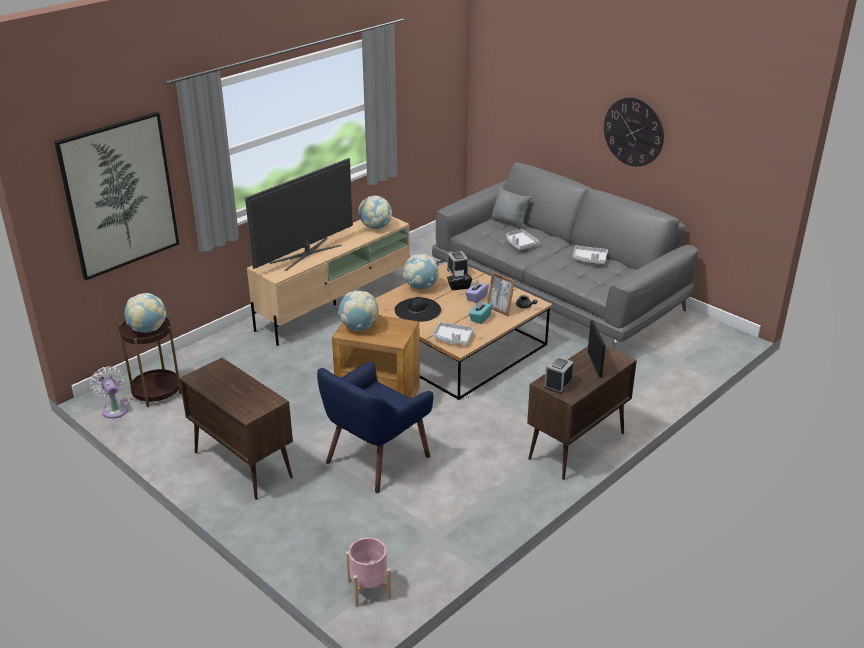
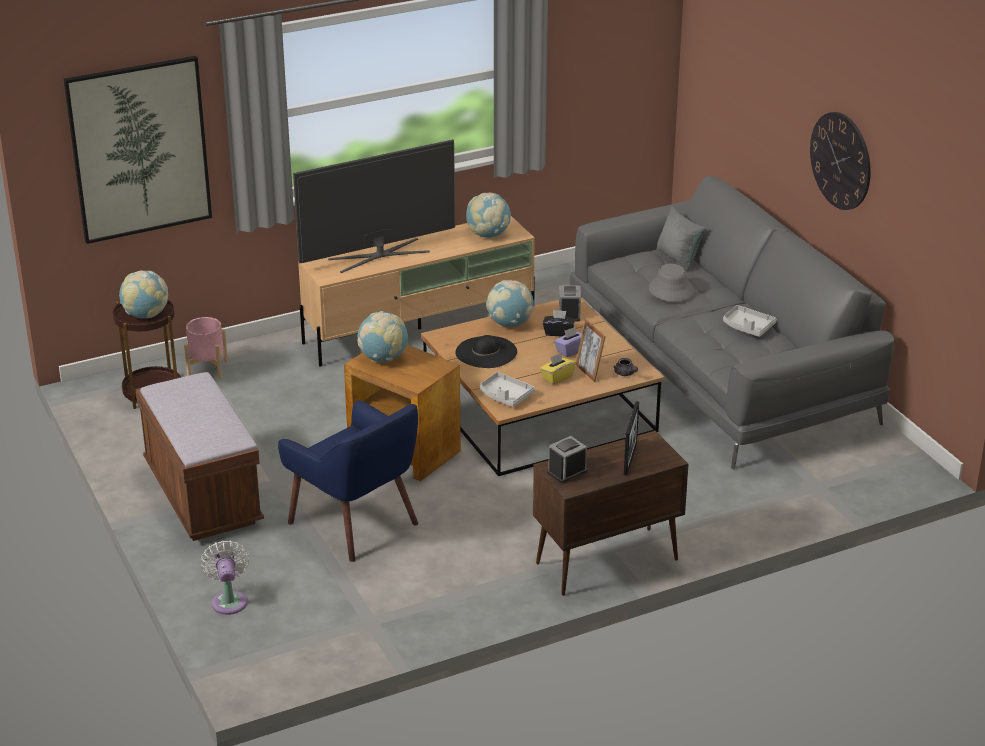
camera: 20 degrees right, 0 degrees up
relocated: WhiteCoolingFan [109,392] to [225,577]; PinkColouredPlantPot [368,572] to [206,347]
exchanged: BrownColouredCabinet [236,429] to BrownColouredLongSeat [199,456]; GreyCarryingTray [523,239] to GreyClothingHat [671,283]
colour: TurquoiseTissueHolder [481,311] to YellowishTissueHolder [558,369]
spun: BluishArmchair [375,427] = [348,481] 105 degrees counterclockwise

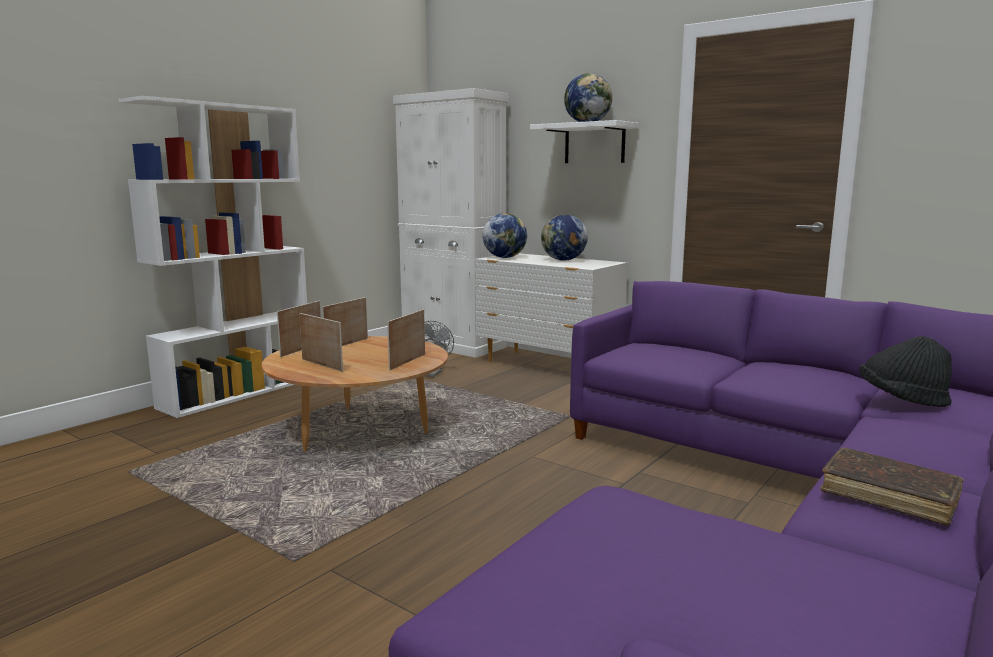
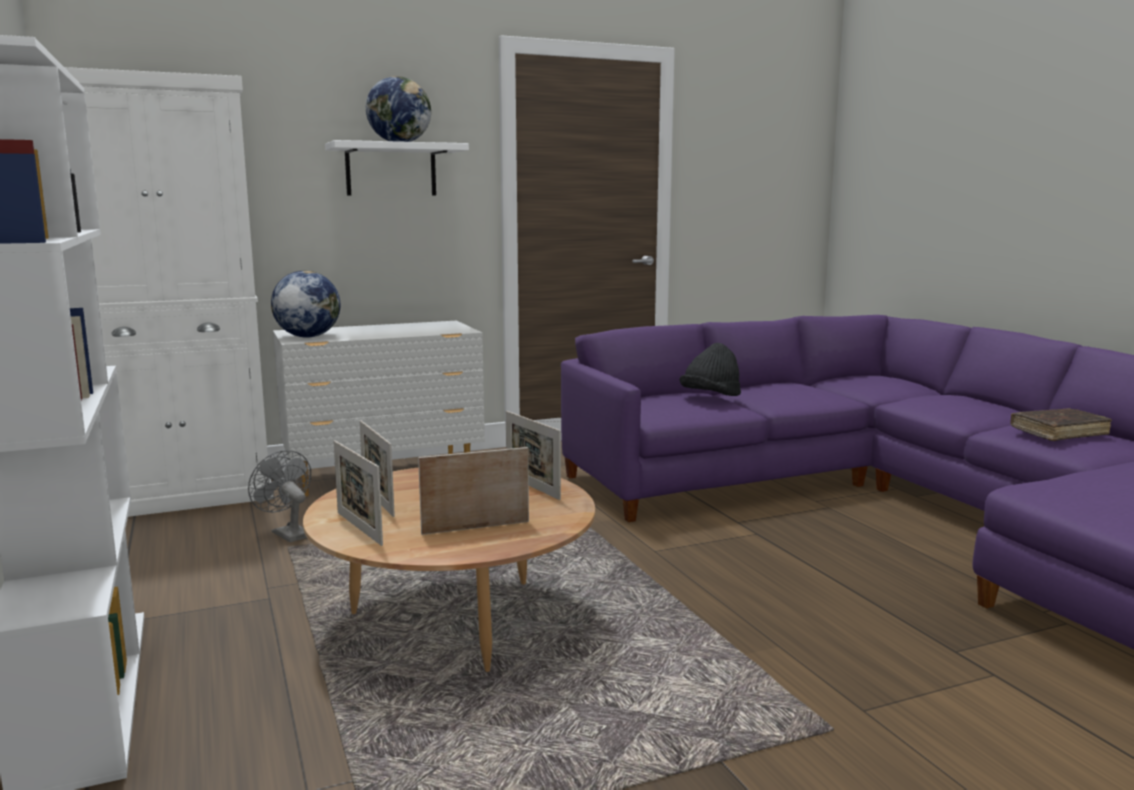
camera: 60 degrees left, 0 degrees up
missing: DeskGlobe [564,237]
relocated: BlackColouredClothingHat [905,371] to [710,369]

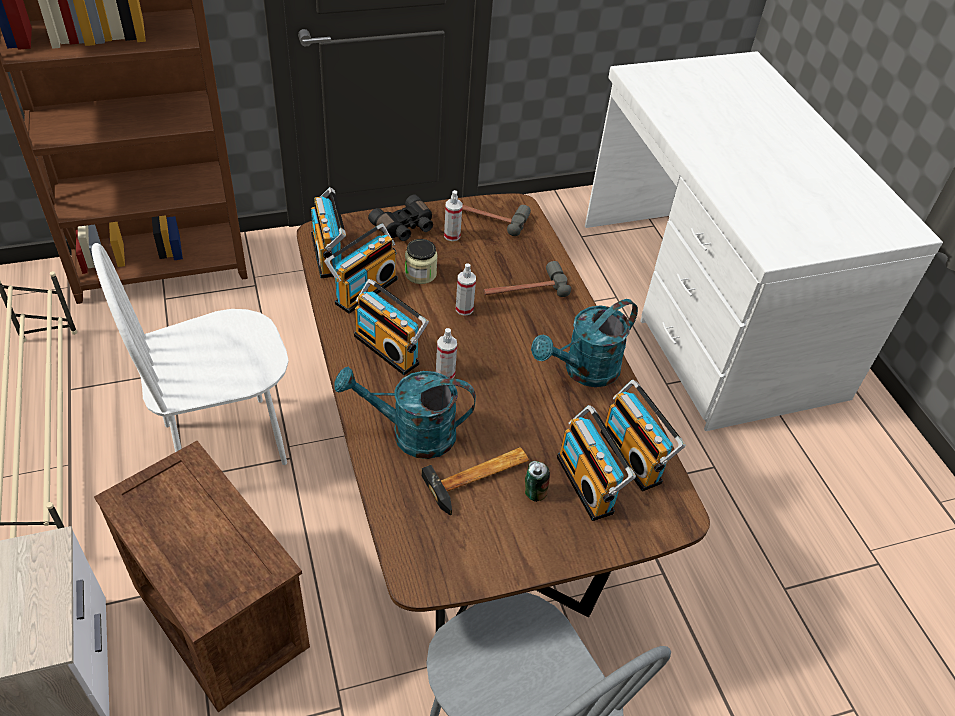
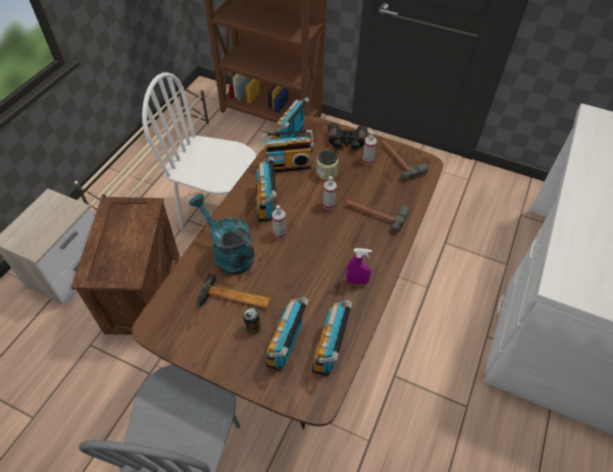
camera: 45 degrees right, 5 degrees up
exchanged: TurquoiseSprinklingCan [584,343] to PurpleHandSprayer [359,266]

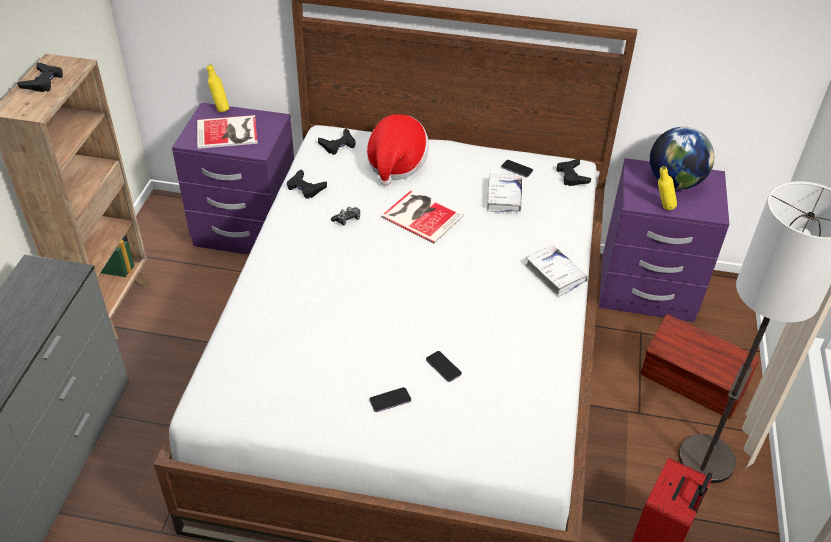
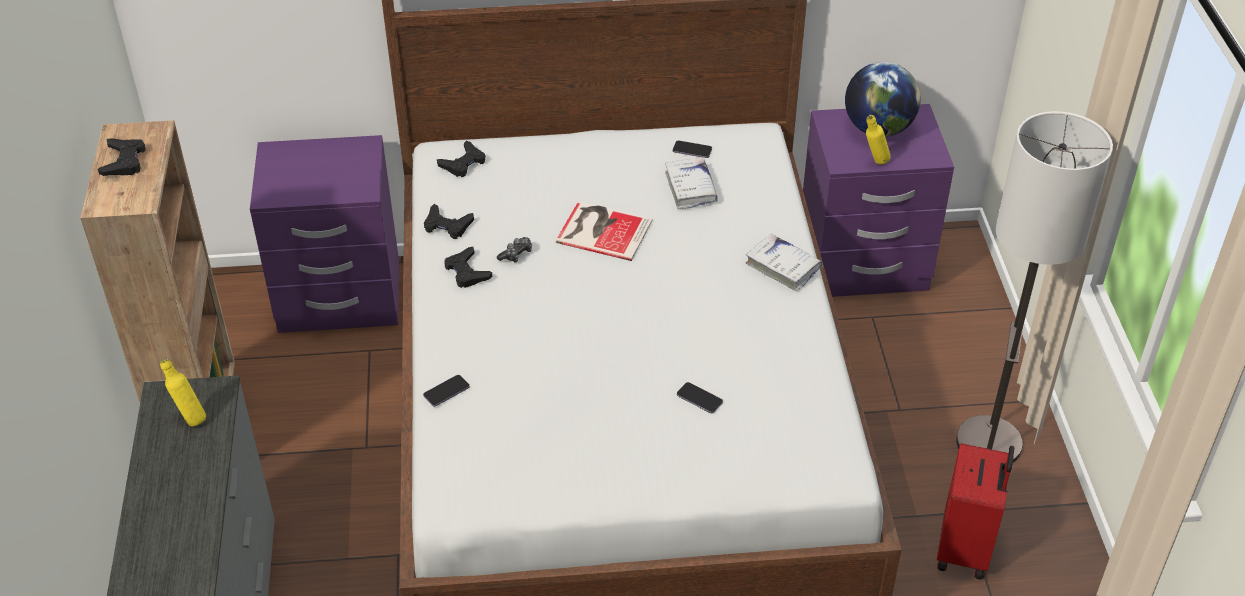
camera: 15 degrees left, 0 degrees up
missing: Volume [227,132]; ClothingHat [398,150]; BrownColouredStorageBox [700,366]
relocated: YellowishDrinkBottle [218,88] to [183,392]; Handset [390,399] to [446,391]; BlackColouredGamepad [574,172] to [468,267]

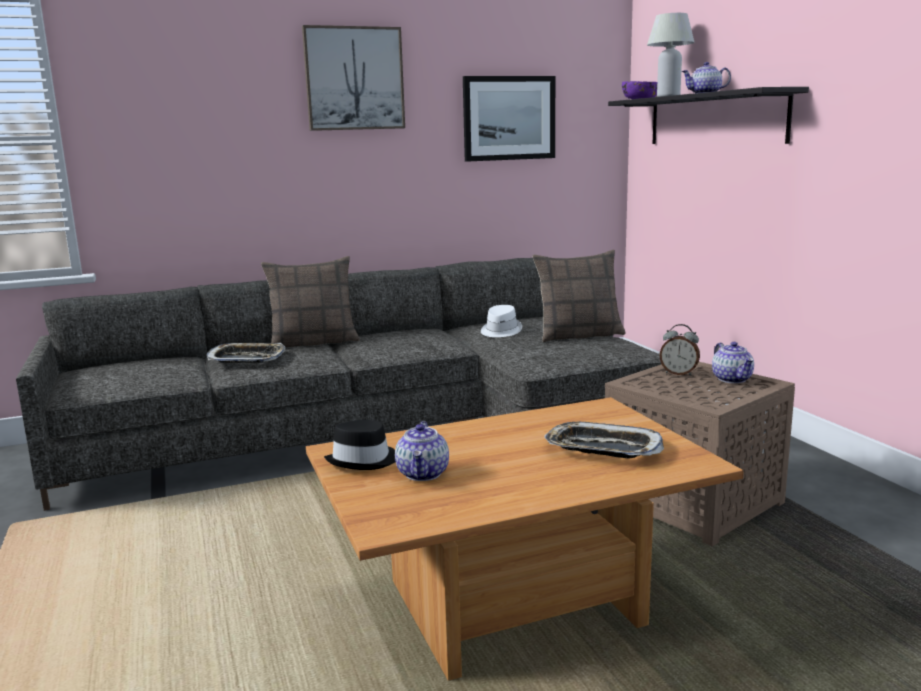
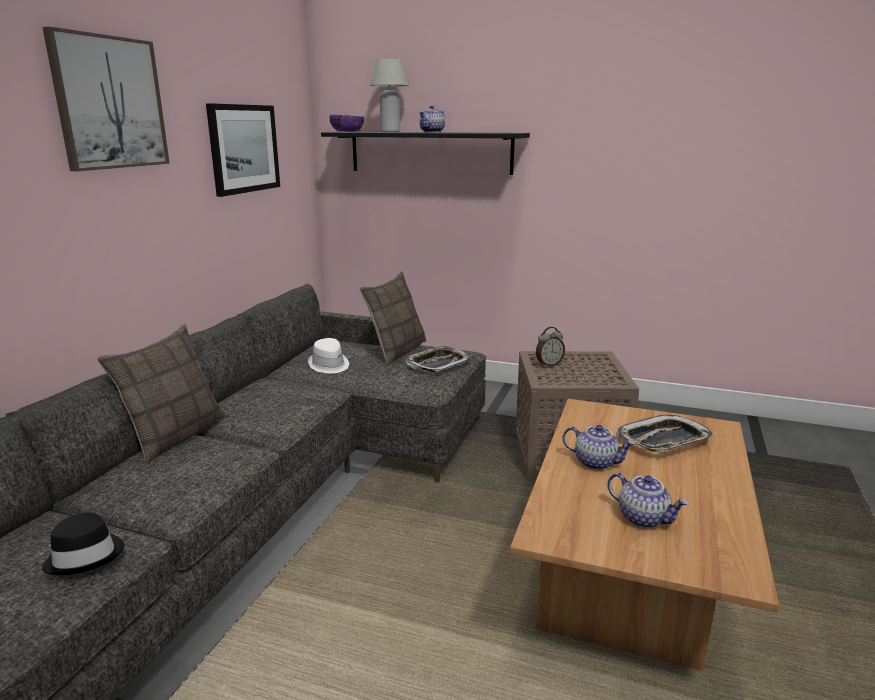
camera: 50 degrees left, 5 degrees up
relocated: CarryingTray [246,353] to [438,358]; BlackColouredClothingHat [360,445] to [83,544]; TeaPot [733,362] to [599,447]

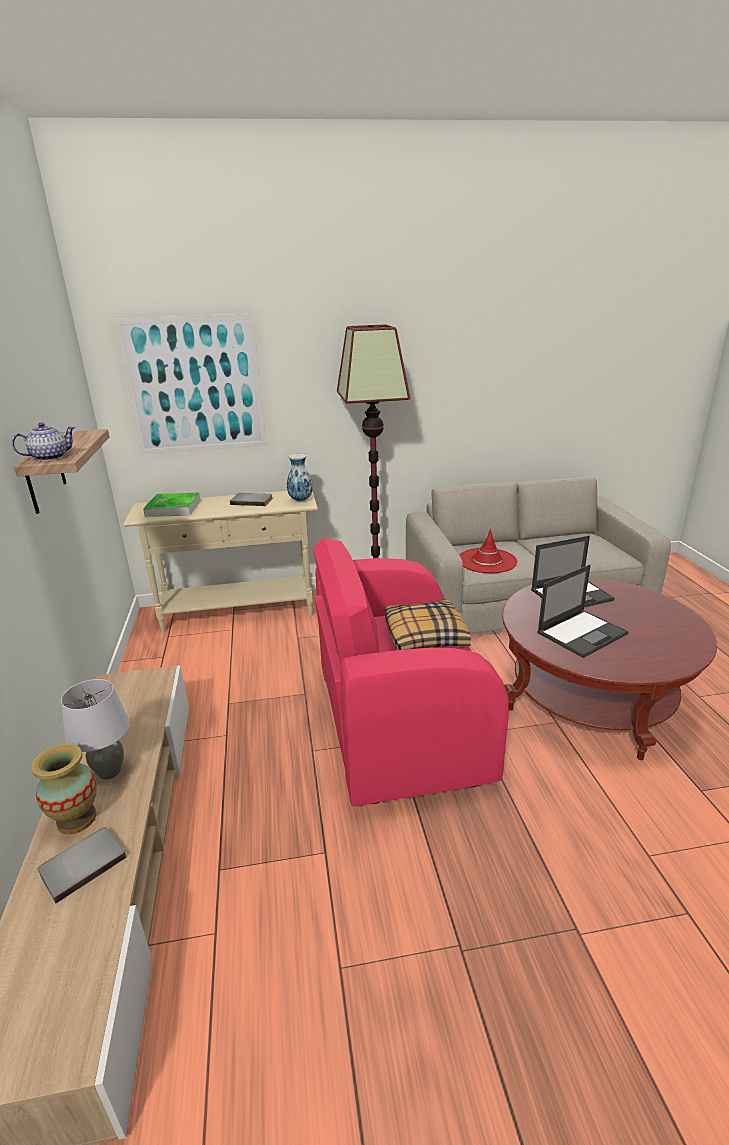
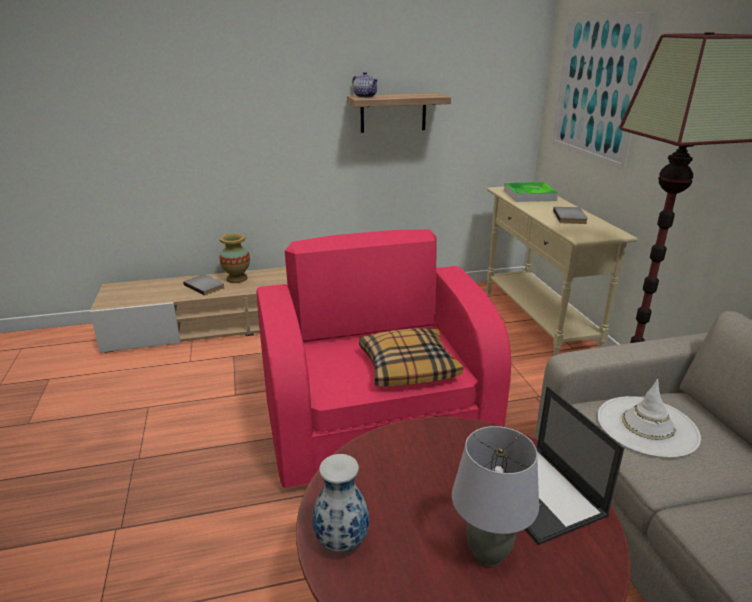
camera: 85 degrees right, 0 degrees up
missing: NotebookComputer [582,611]
relocated: GreyLampForATable [95,729] to [495,496]; Vase [300,477] to [341,503]
colour: RedColouredClothingHat [488,551] to WhiteClothingHat [649,418]

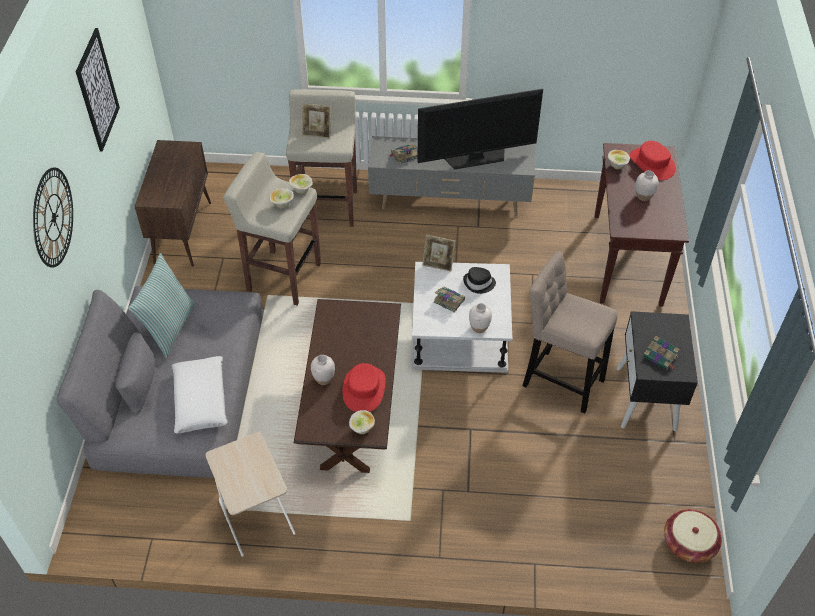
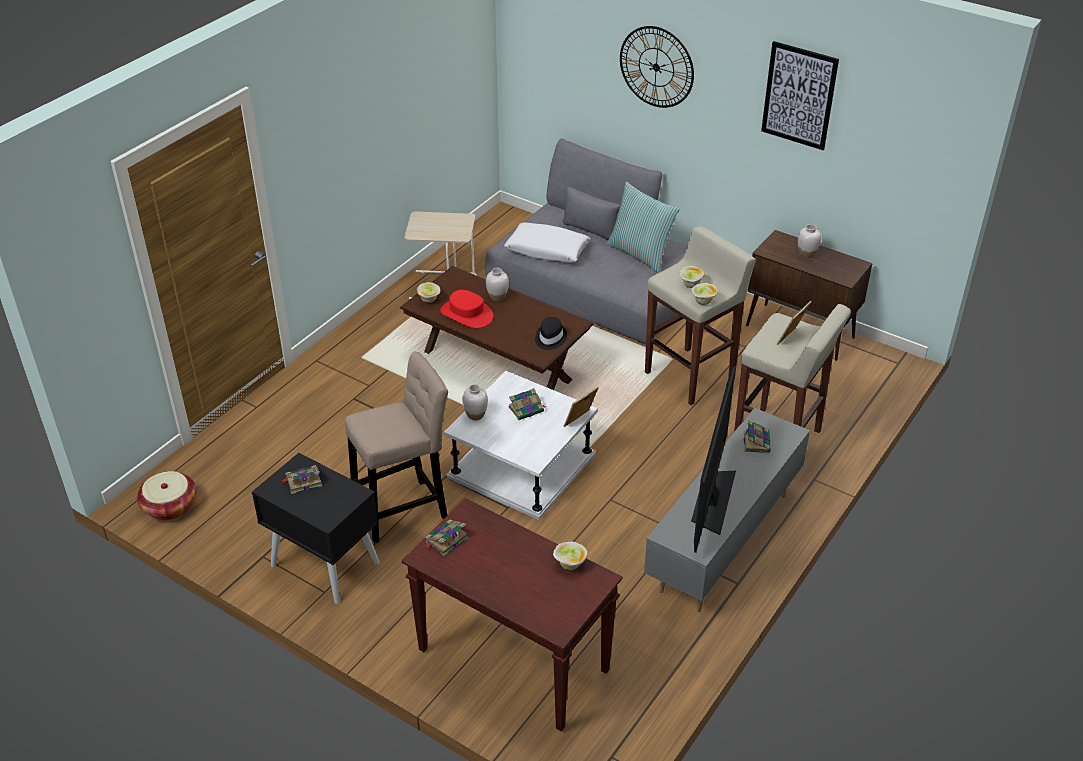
camera: 120 degrees right, 10 degrees down
missing: RedColouredClothingHat [653,160]
appeared: Volume [446,538]
relocated: BlackColouredClothingHat [479,280] to [551,333]; WhiteVase [647,185] to [809,241]

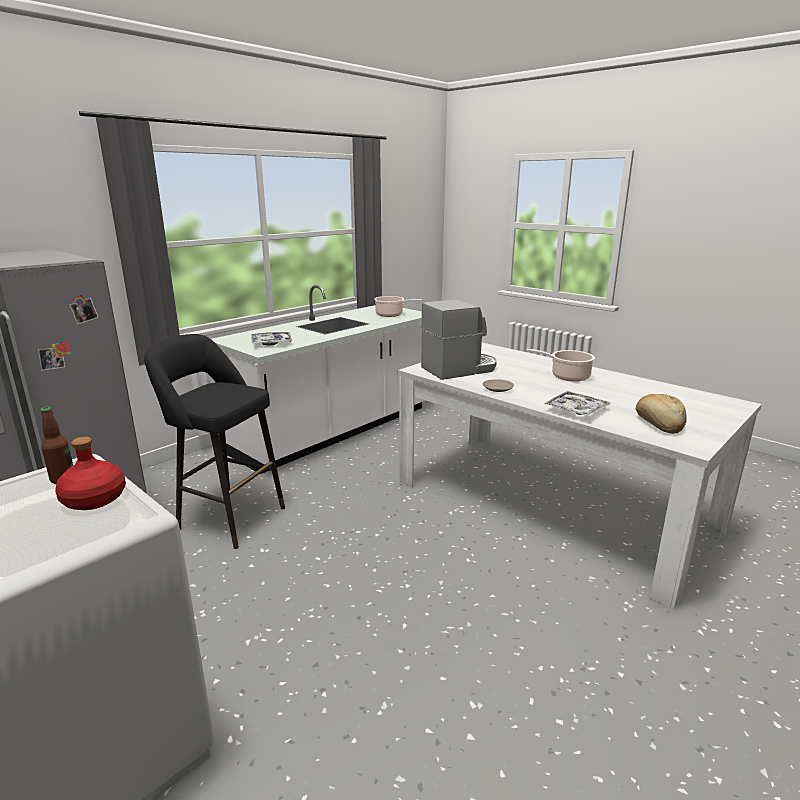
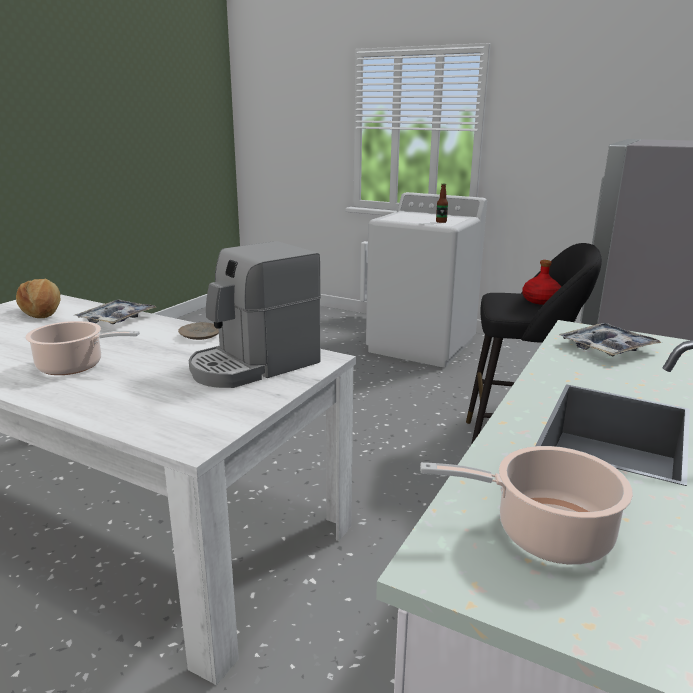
camera: 165 degrees right, 0 degrees up
relocated: RedColouredDrinkBottle [90,473] to [541,282]

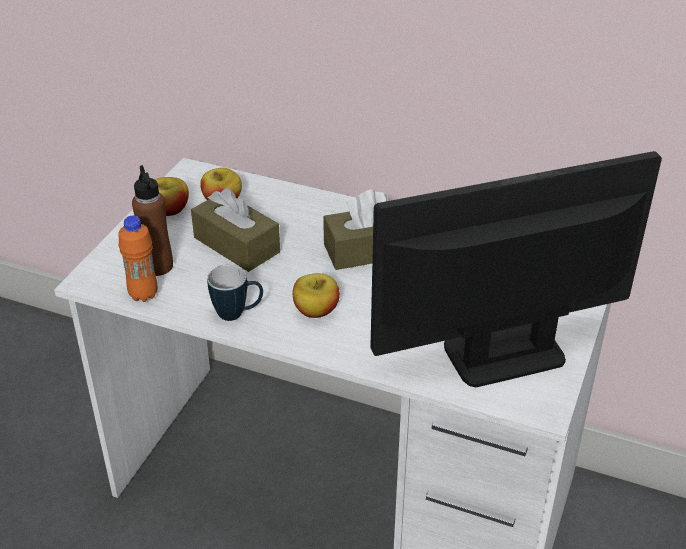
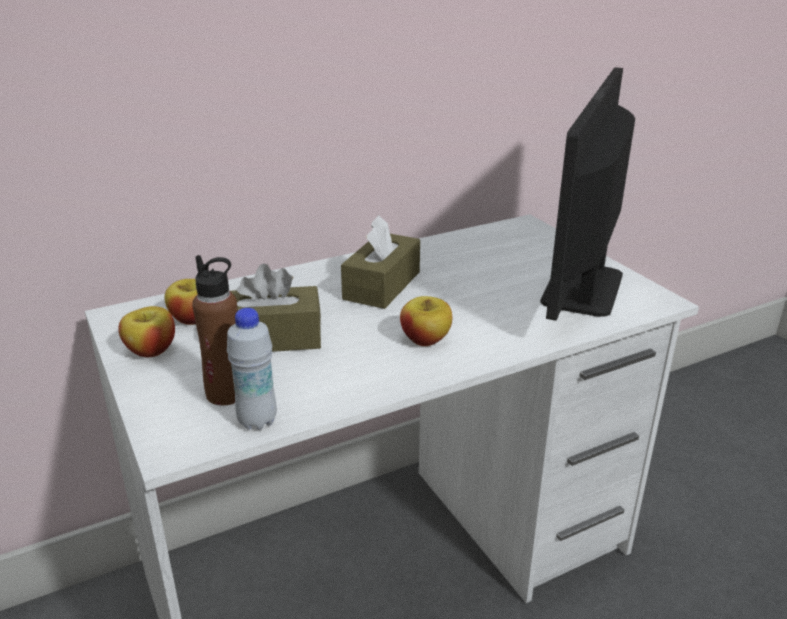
camera: 50 degrees left, 10 degrees down
missing: CoffeeMug [235,293]
colour: OrangeColouredDrinkBottle [138,258] to WhiteDrinkBottle [252,369]

